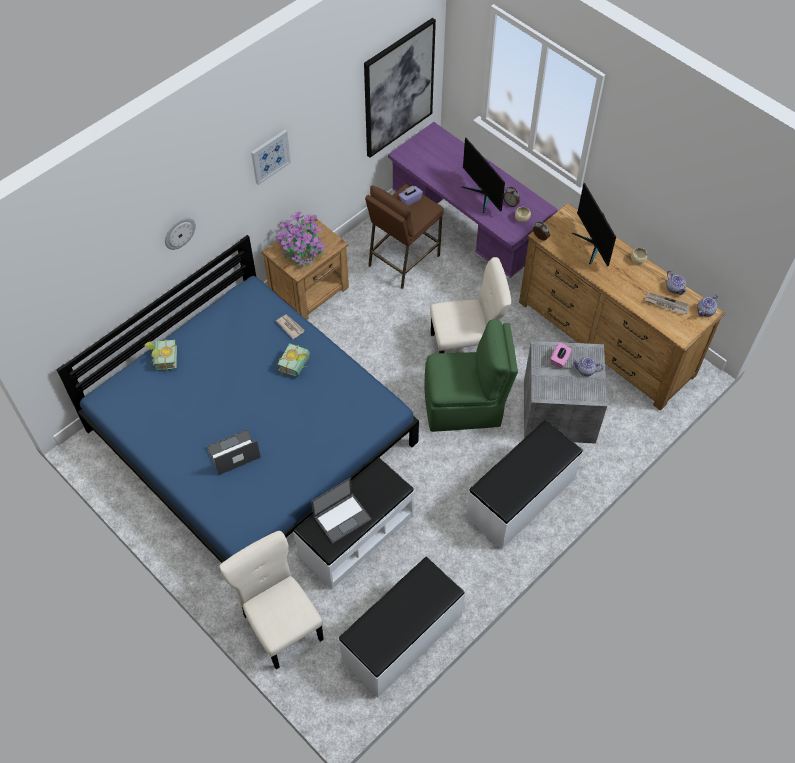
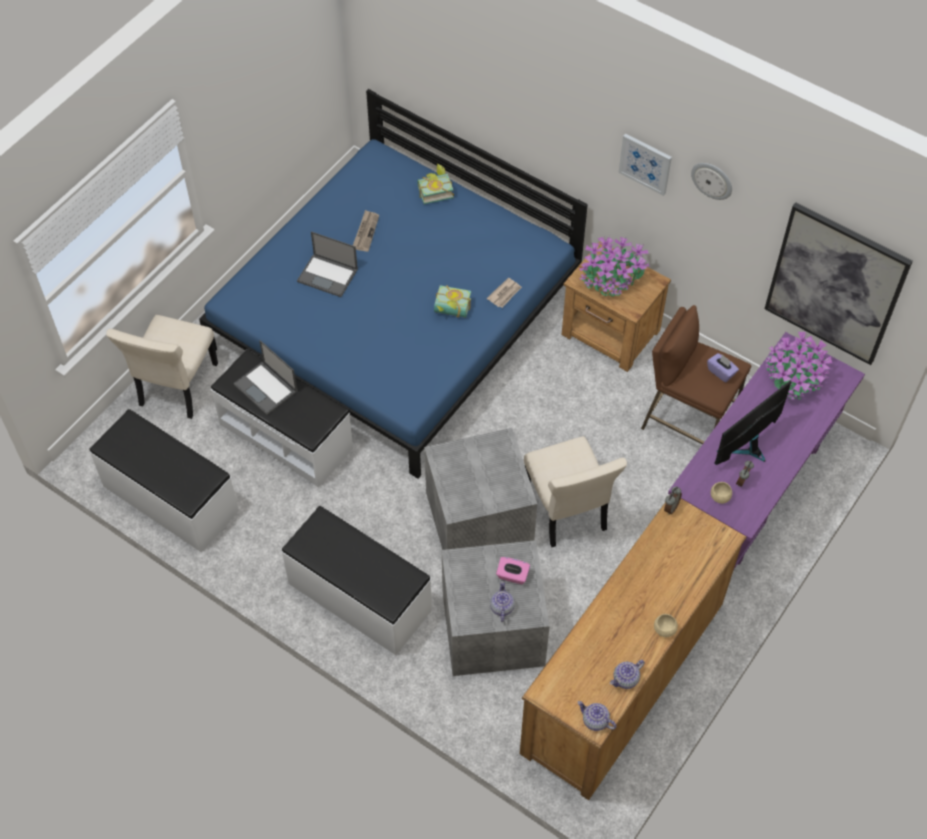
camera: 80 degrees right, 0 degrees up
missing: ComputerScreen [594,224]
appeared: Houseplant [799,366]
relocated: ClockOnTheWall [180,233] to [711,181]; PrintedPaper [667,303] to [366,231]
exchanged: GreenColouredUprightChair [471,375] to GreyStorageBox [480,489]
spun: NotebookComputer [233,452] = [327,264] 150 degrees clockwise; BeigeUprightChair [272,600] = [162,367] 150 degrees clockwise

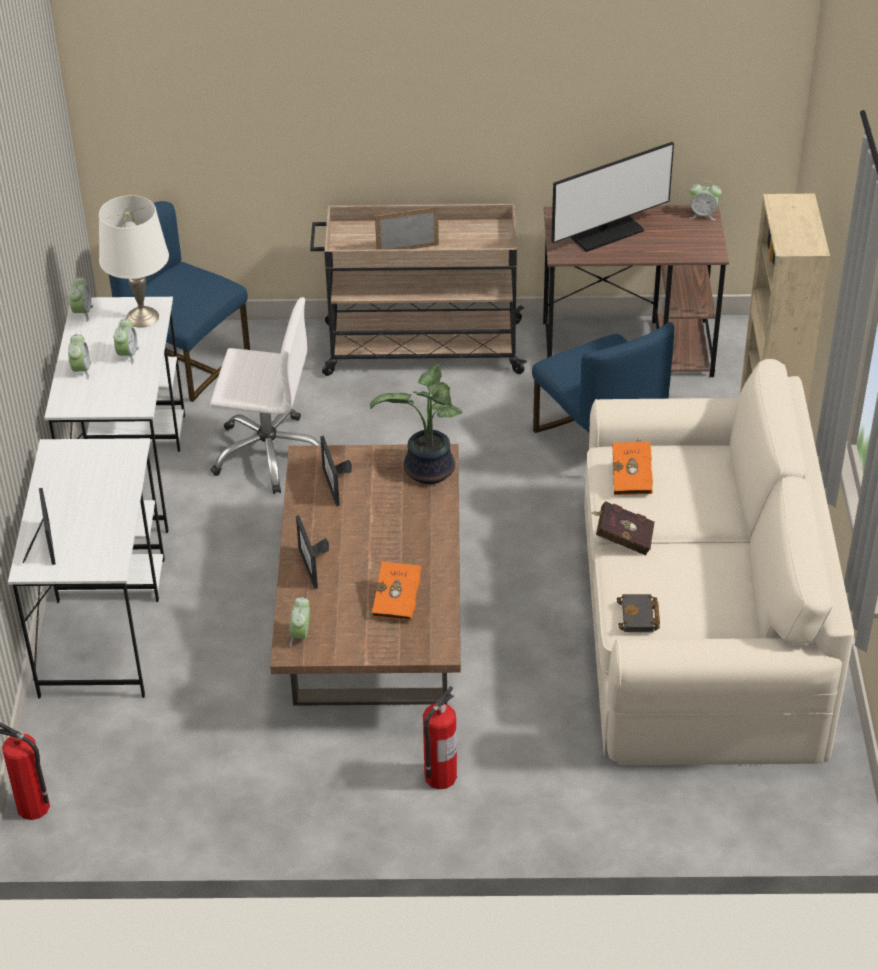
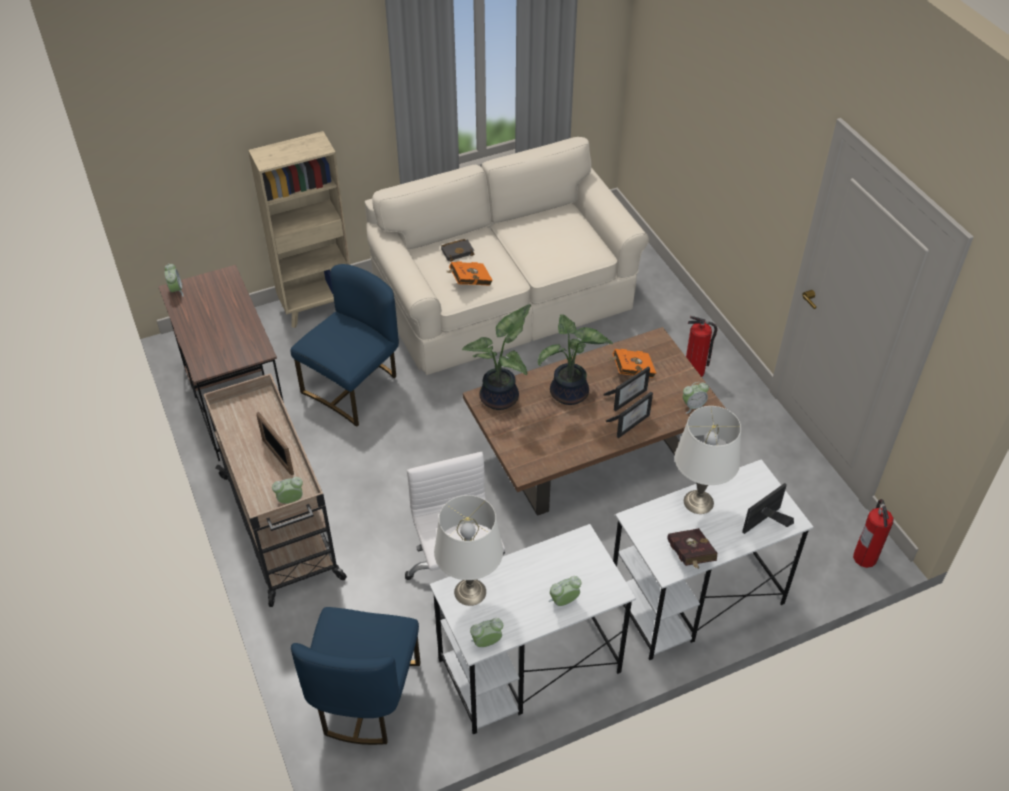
camera: 115 degrees left, 5 degrees up
missing: ComputerScreen [612,197]
appeared: Houseplant [575,359]; WhiteLampForATable [708,460]
relocated: AlarmClock [126,341] to [287,490]; PictureFrame [336,471] to [627,388]; RedColouredVolume [623,528] to [692,548]; BlackColouredVolume [638,613] to [457,250]

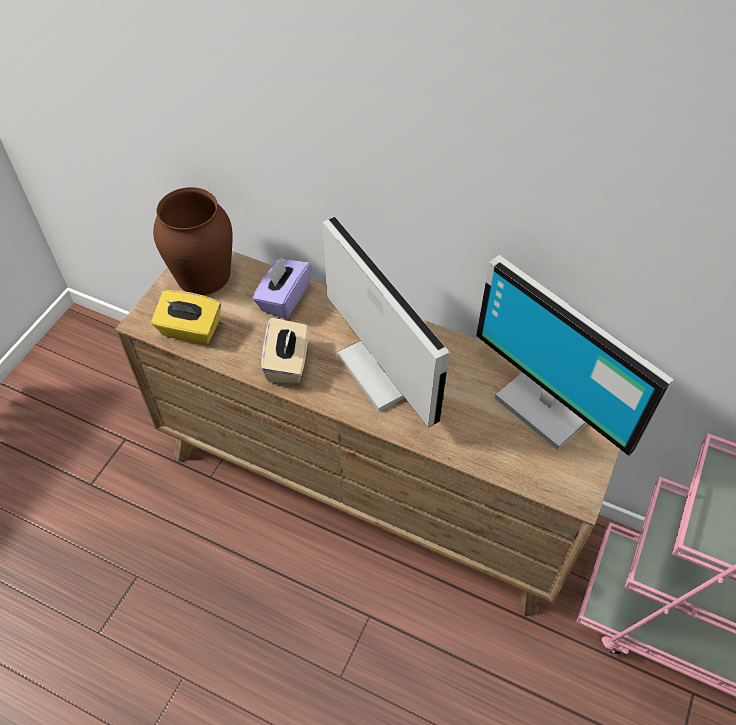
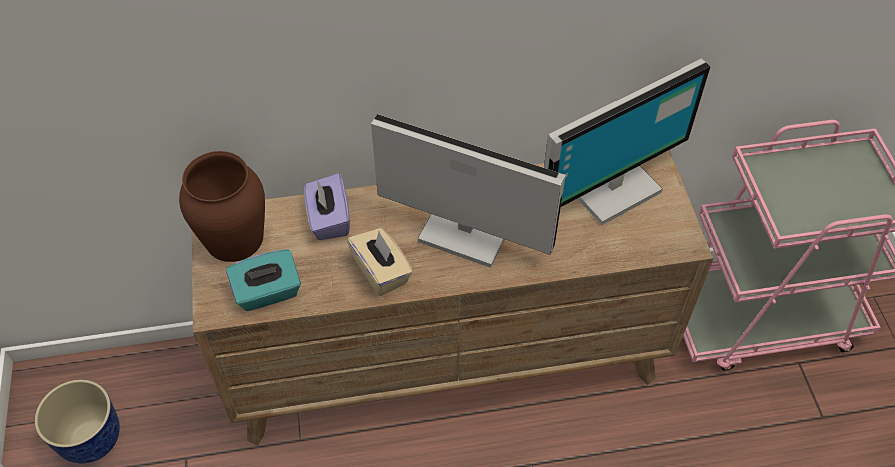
camera: 35 degrees left, 0 degrees up
appeared: PlantPot [77,421]
colour: YellowishTissueHolder [186,317] to TurquoiseTissueHolder [263,280]
spun: ComputerScreen [575,355] = [627,141] 45 degrees counterclockwise

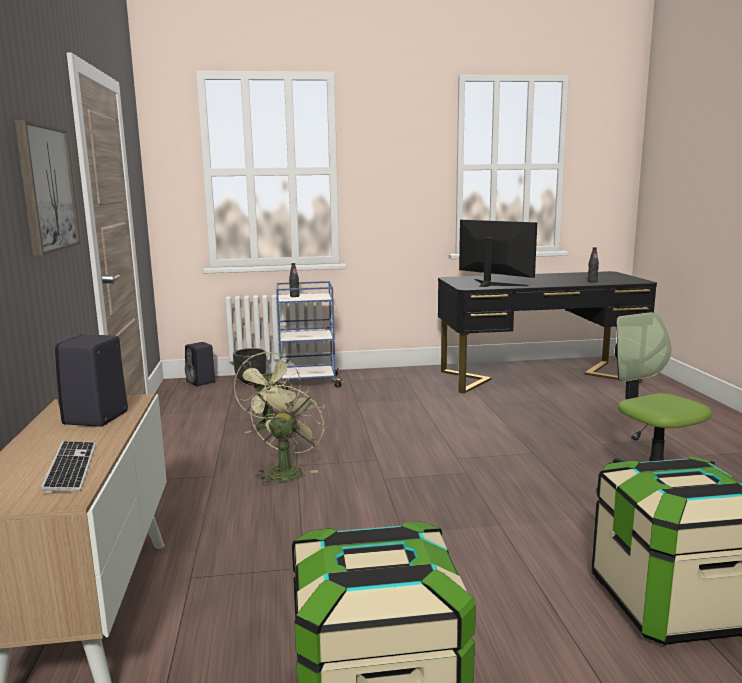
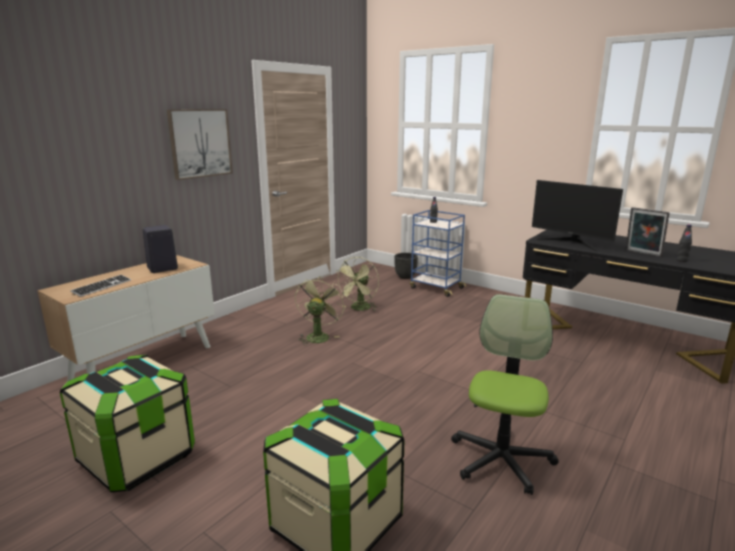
camera: 45 degrees right, 5 degrees up
missing: BlackColouredLoudspeaker [200,364]
appeared: PictureFrame [648,232]
spun: GreenColouredCoolingFan [288,433] = [320,311] 45 degrees counterclockwise; ComputerScreen [498,253] = [577,215] 135 degrees clockwise

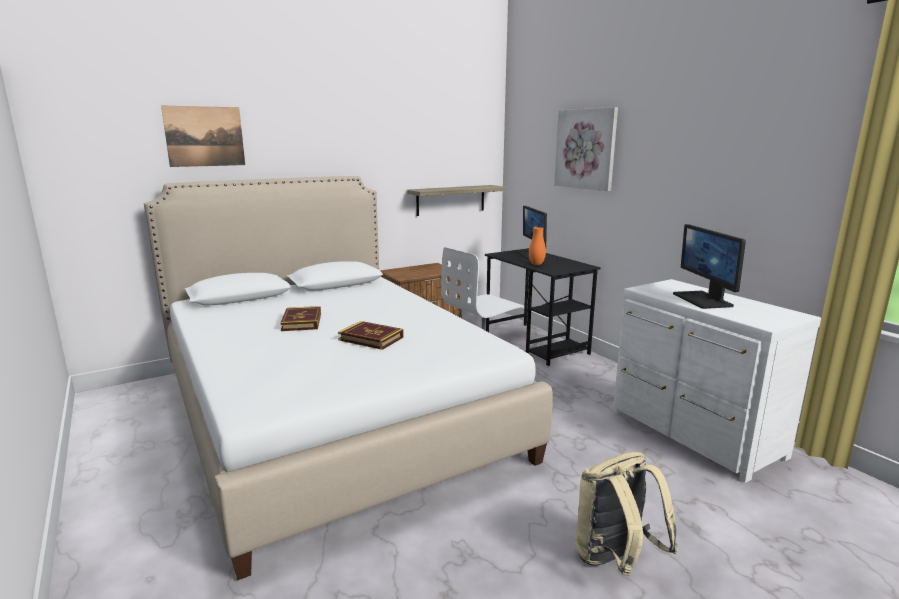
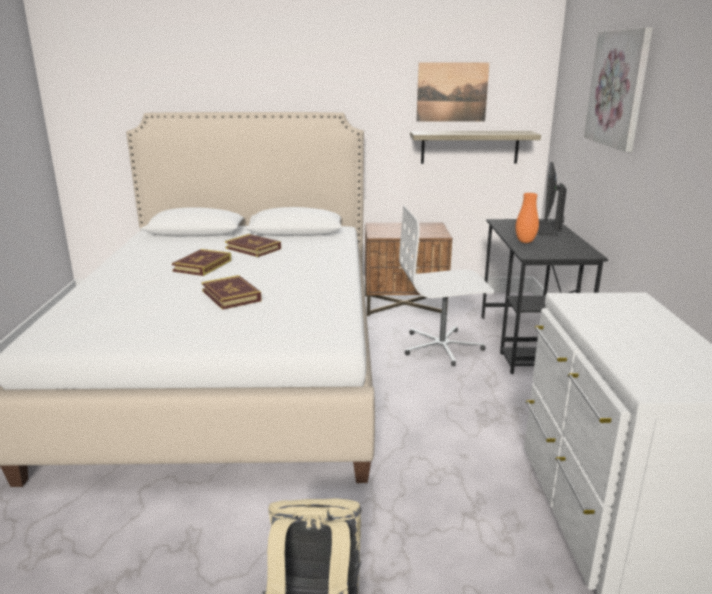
camera: 30 degrees right, 5 degrees up
missing: ComputerScreen [709,266]
appeared: Volume [253,245]
relocated: WallArt [203,136] to [453,92]

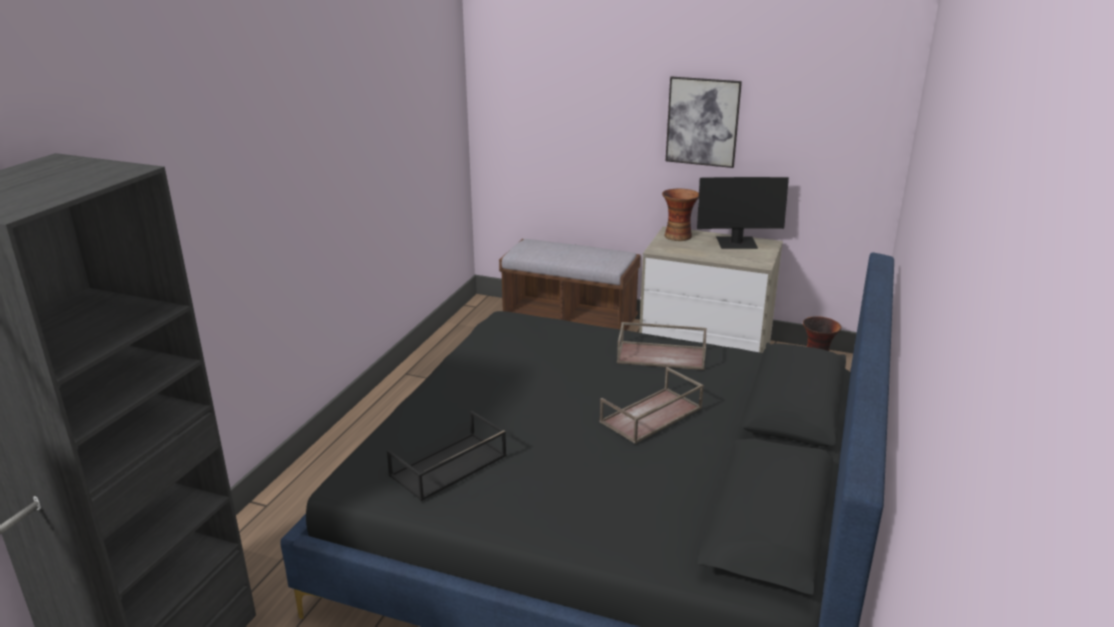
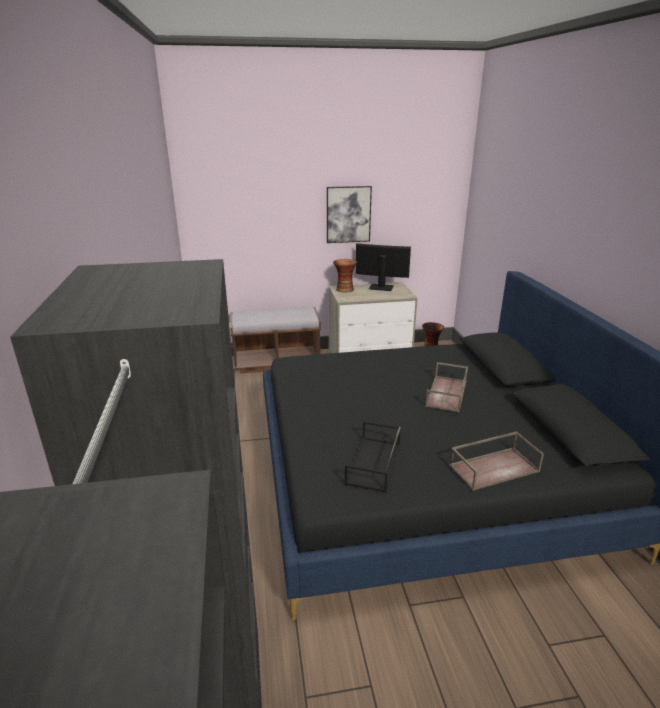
camera: 30 degrees left, 0 degrees up
relocated: BrownColouredCarryingTray [662,346] to [496,461]
spun: ComputerScreen [743,213] = [383,267] 135 degrees counterclockwise

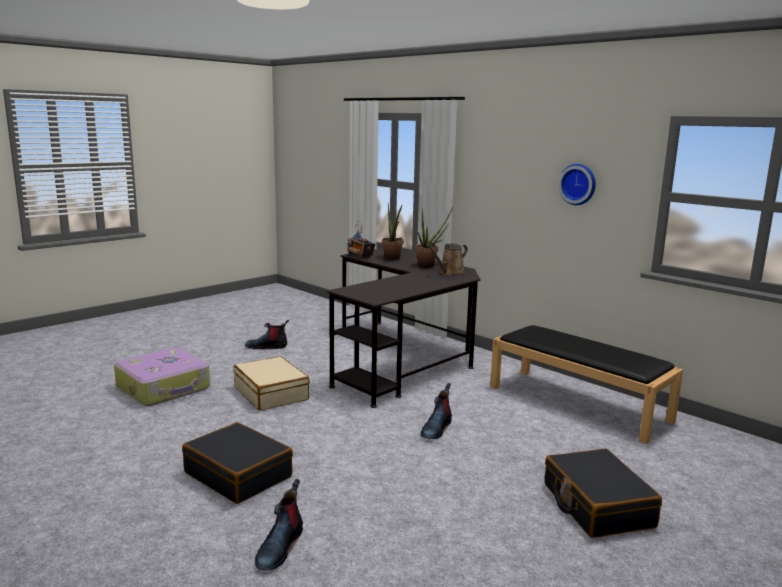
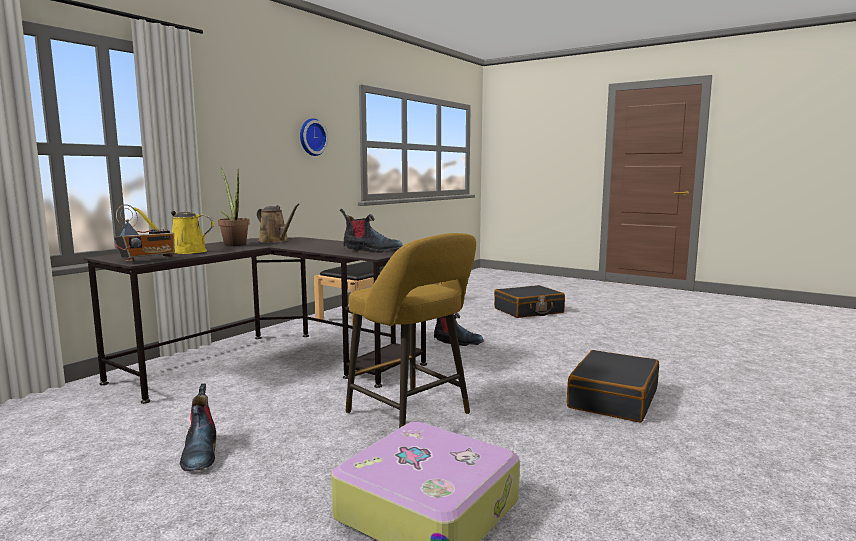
camera: 100 degrees left, 5 degrees down
relocated: TallBoot [279,525] to [371,231]
exchanged: BeigeSuitcase [271,383] to YellowishStoolSeat [411,330]; Houseplant [393,231] to YellowishSprinklingCan [173,230]

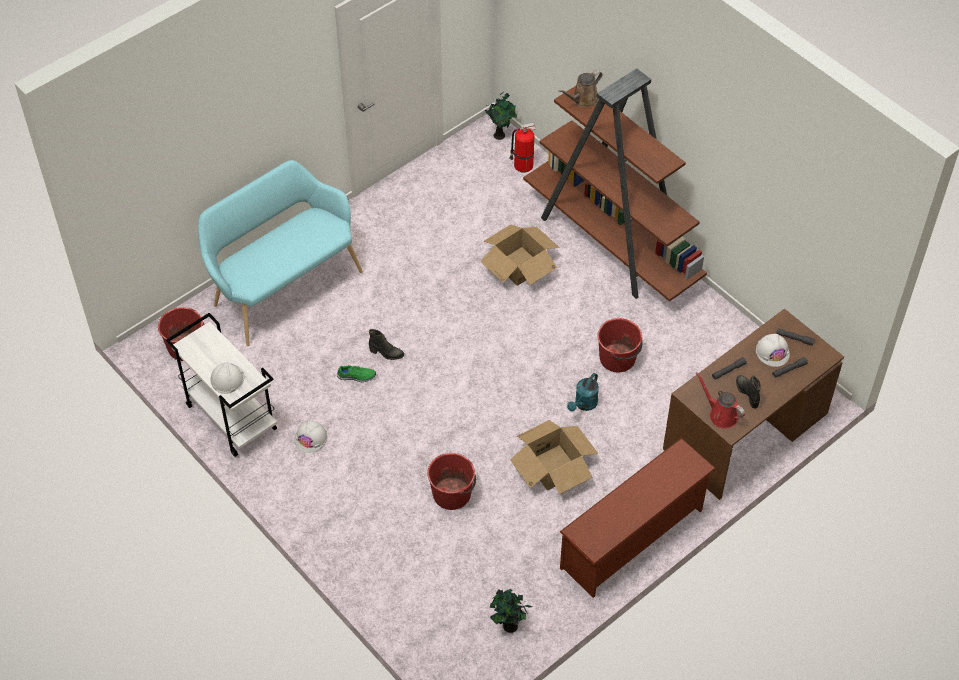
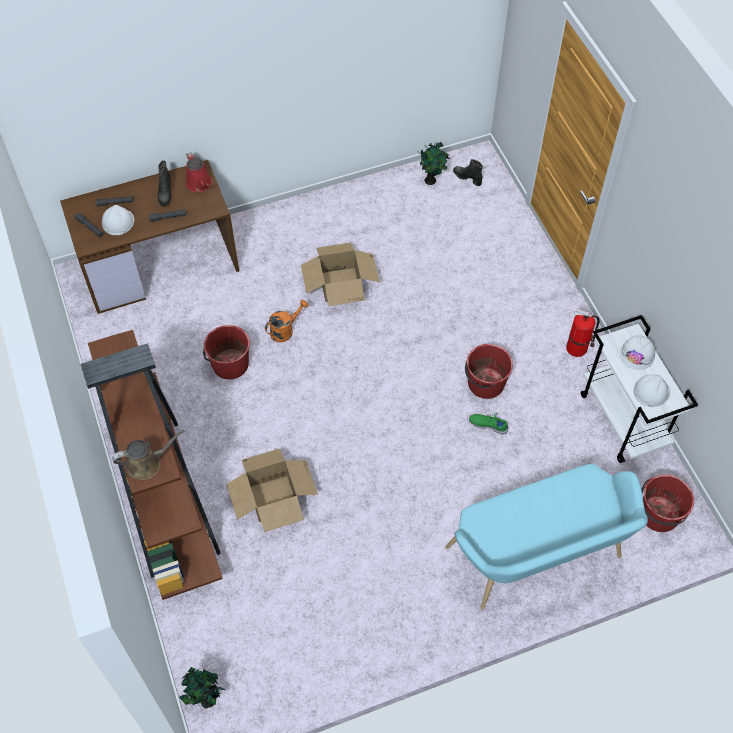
camera: 160 degrees left, 5 degrees up
missing: BrownColouredShoeShelf [638,518]
relocated: WhiteSafetyHelmet [311,436] to [652,390]; BlackColouredTallBoot [386,344] to [468,172]; RedColouredWaterBucket [451,481] to [489,371]; FireFightingCylinder [522,148] to [583,333]
colour: TurquoiseSprinklingCan [583,392] to OrangeColouredSprinklingCan [287,321]

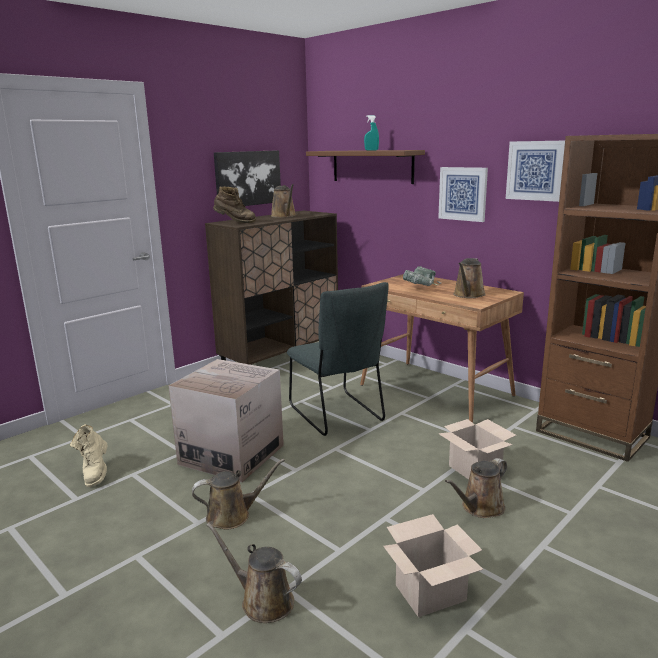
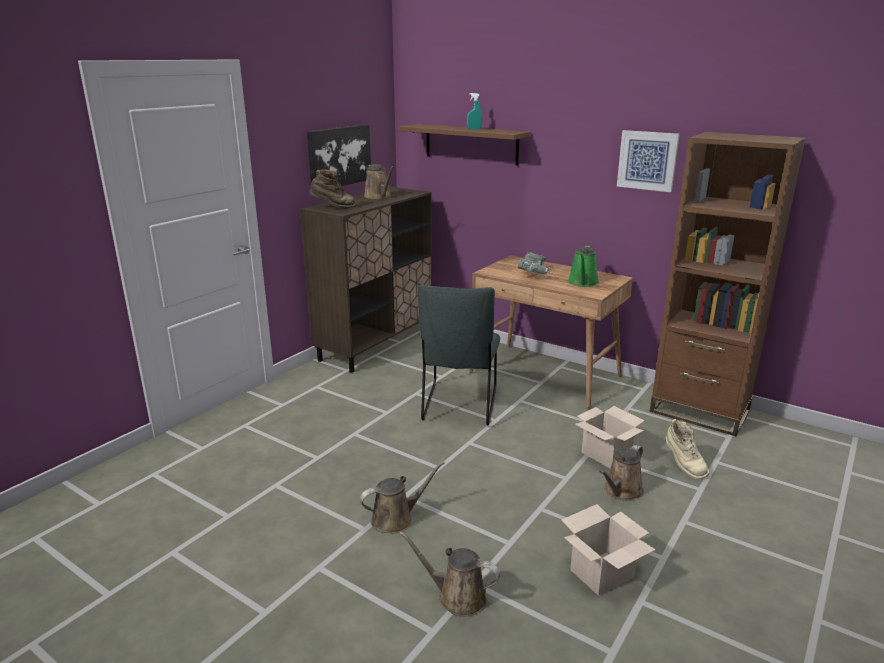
camera: 10 degrees left, 5 degrees up
missing: CardboardBox [226,420]; WallArt [463,194]
relocated: BeigeTallBoot [88,455] to [687,449]
colour: BrownColouredSprinklingCan [469,278] to GreenColouredSprinklingCan [583,266]
spun: GreyUprightChair [338,359] = [459,355] 45 degrees clockwise

